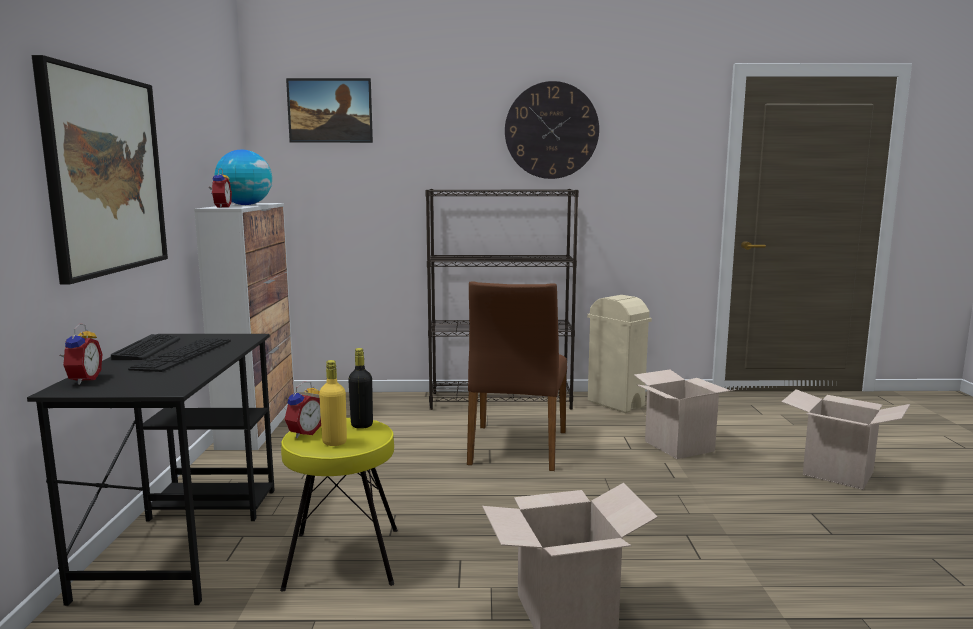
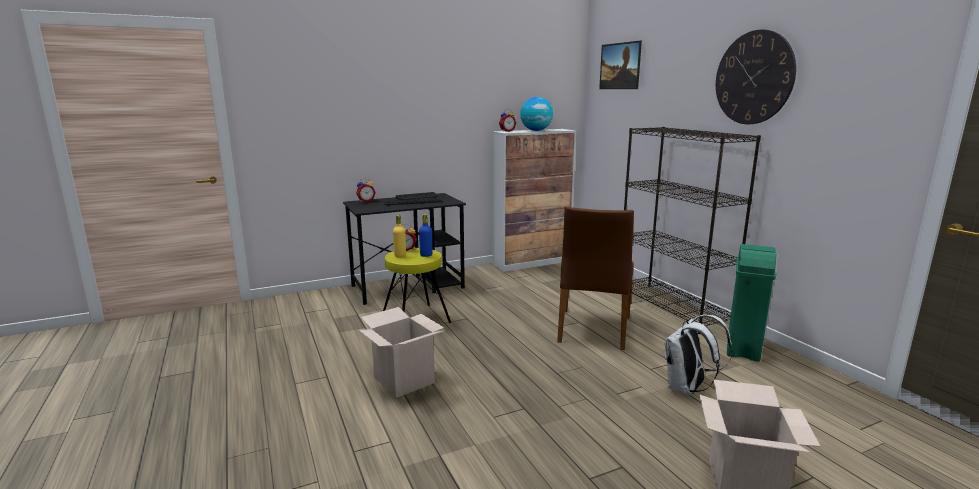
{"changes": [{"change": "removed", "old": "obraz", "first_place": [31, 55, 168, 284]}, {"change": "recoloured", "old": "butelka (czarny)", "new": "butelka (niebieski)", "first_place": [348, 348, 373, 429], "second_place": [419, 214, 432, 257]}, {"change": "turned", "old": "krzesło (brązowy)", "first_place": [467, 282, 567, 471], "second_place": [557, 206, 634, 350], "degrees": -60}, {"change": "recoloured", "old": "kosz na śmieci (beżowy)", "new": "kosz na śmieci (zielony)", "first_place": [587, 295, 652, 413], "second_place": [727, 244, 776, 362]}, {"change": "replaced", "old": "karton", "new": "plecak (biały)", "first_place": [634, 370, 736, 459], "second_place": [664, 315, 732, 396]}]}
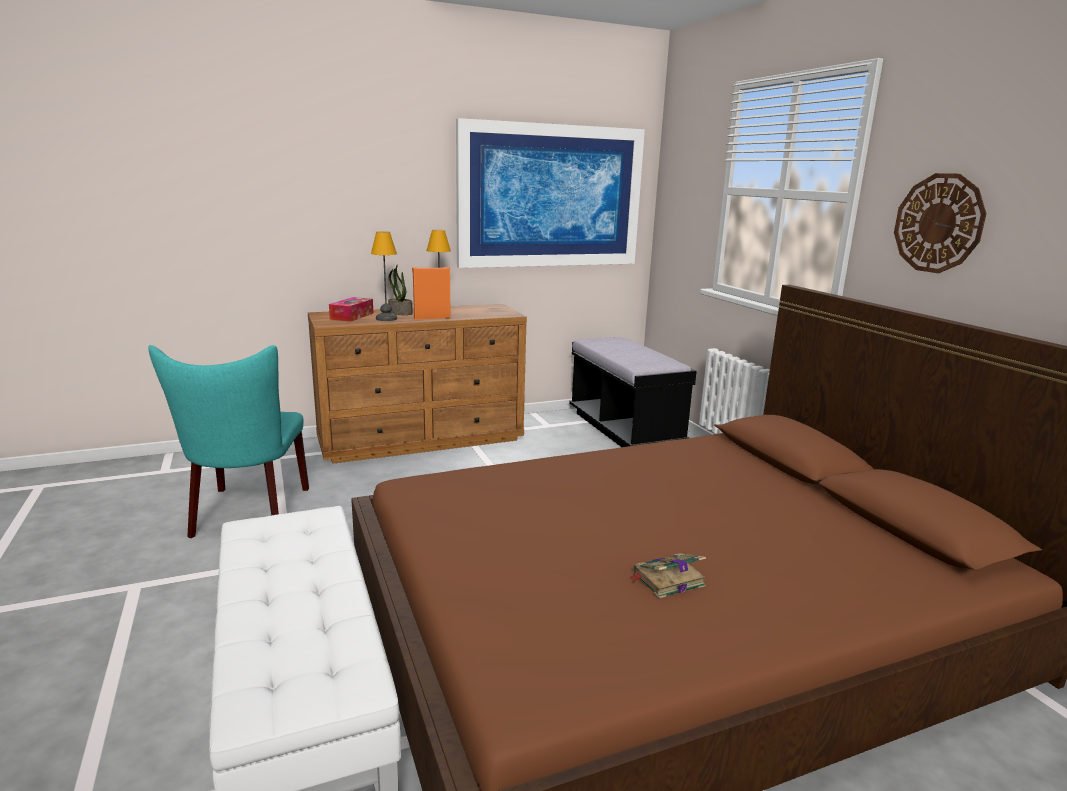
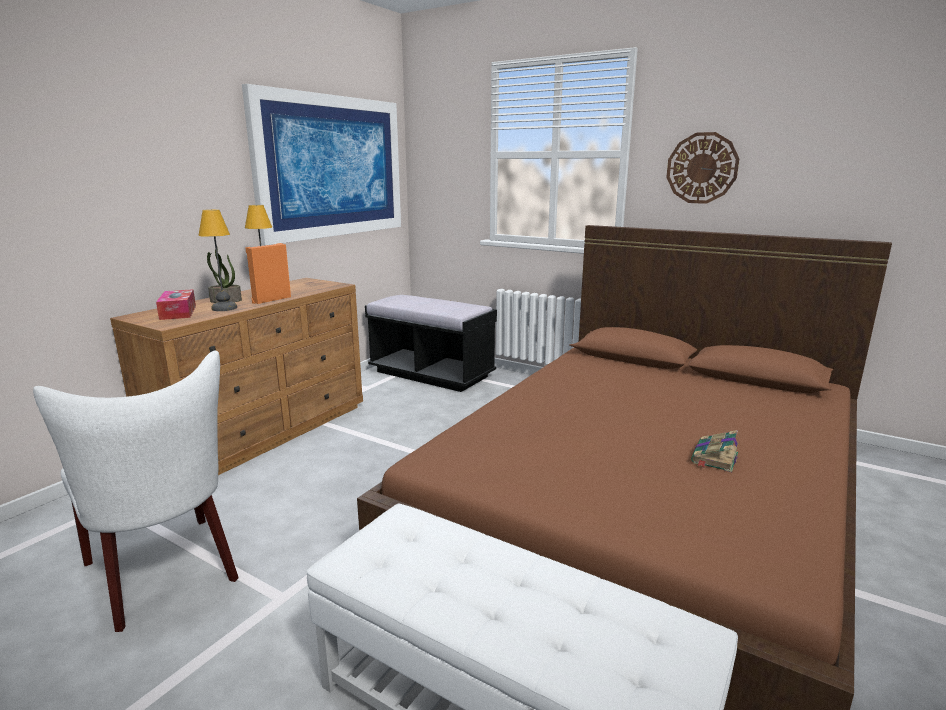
{"changes": [{"change": "recoloured", "old": "krzesło (turkusowy)", "new": "krzesło (biały)", "first_place": [148, 345, 309, 538], "second_place": [33, 351, 239, 632]}]}
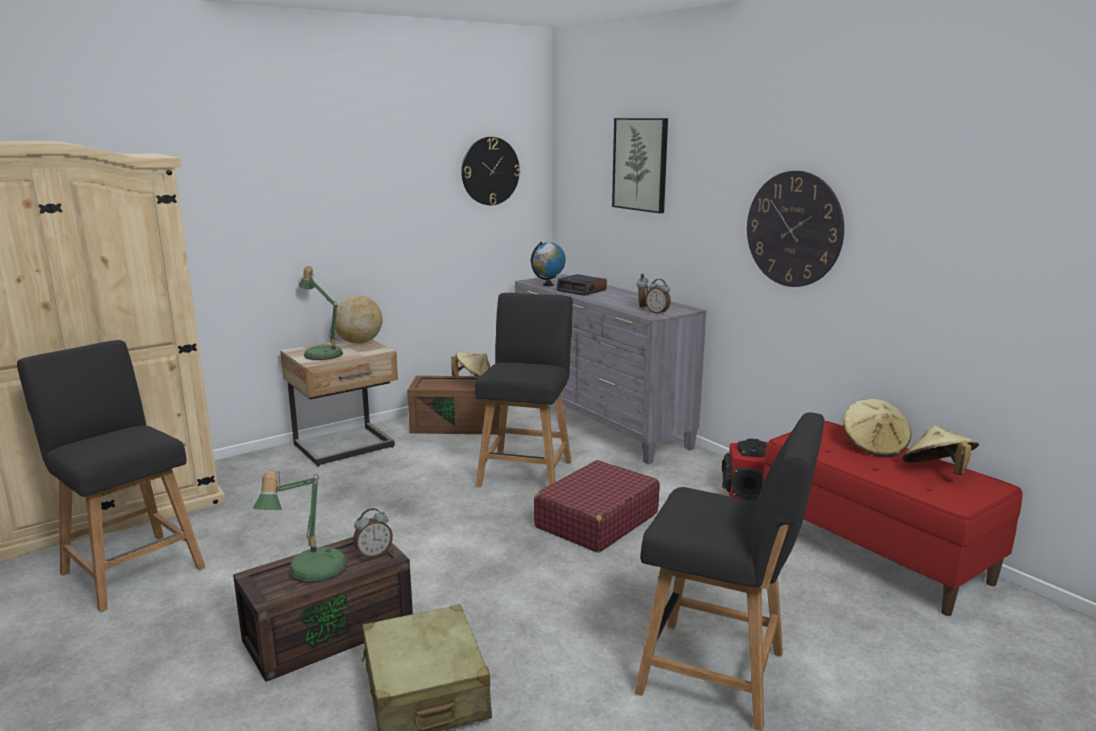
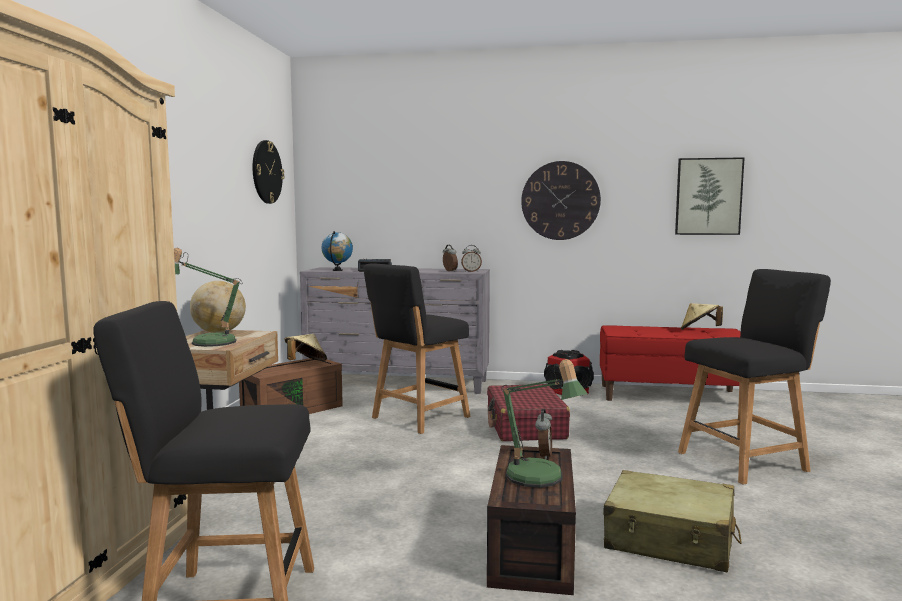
{"changes": [{"change": "turned", "old": "krzesło (czarny)", "first_place": [475, 293, 573, 487], "second_place": [364, 263, 470, 434], "degrees": -105}, {"change": "moved", "old": "obraz", "first_place": [612, 118, 668, 213], "second_place": [675, 157, 745, 235]}, {"change": "removed", "old": "kapelusz (beżowy)", "first_place": [843, 399, 911, 456]}]}
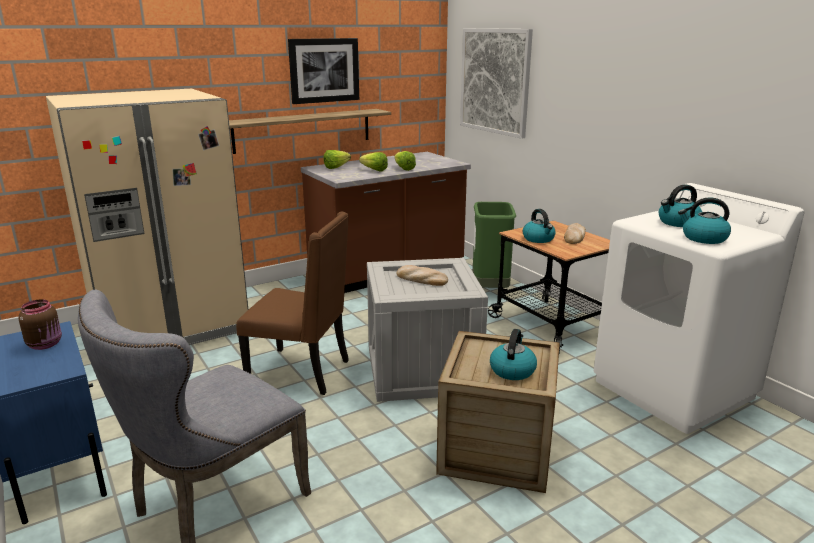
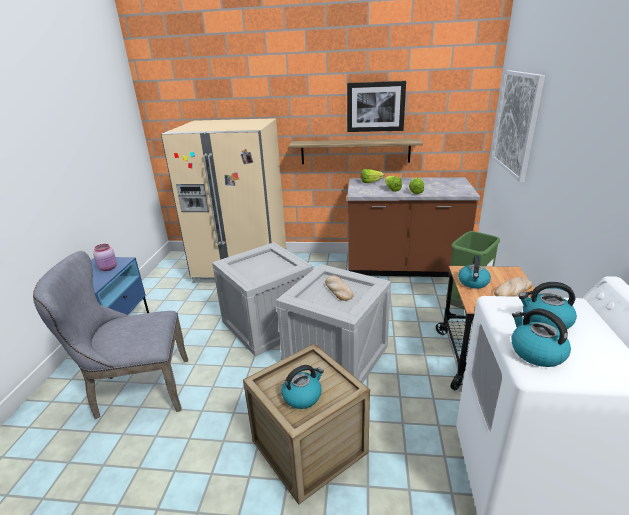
{"changes": [{"change": "recoloured", "old": "słoik (brązowy)", "new": "słoik (różowy)", "first_place": [19, 299, 62, 350], "second_place": [93, 244, 117, 271]}, {"change": "replaced", "old": "krzesło (brązowy)", "new": "skrzynka", "first_place": [236, 212, 349, 395], "second_place": [212, 242, 314, 357]}]}
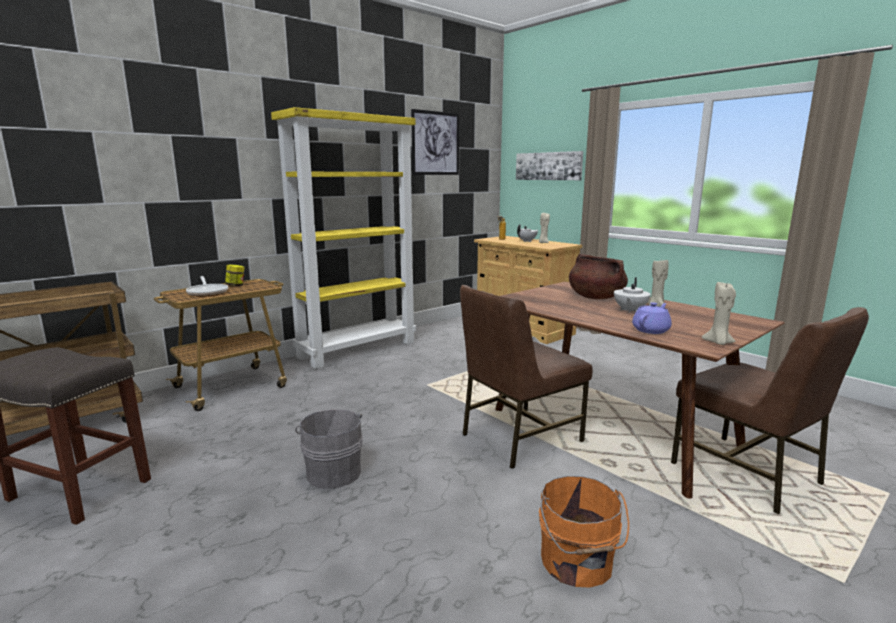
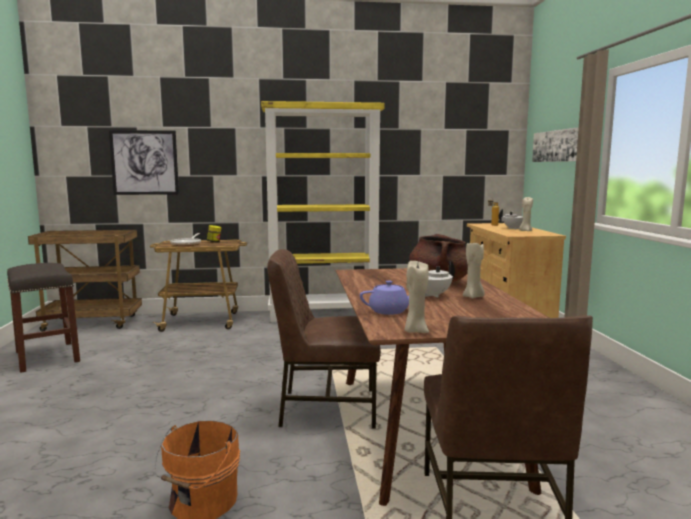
{"changes": [{"change": "removed", "old": "wiadro (szary)", "first_place": [295, 410, 363, 489]}, {"change": "moved", "old": "obraz", "first_place": [411, 109, 459, 175], "second_place": [109, 130, 179, 195]}]}
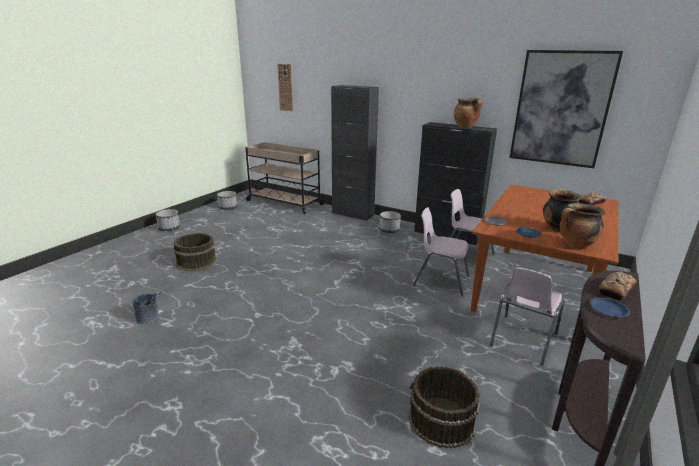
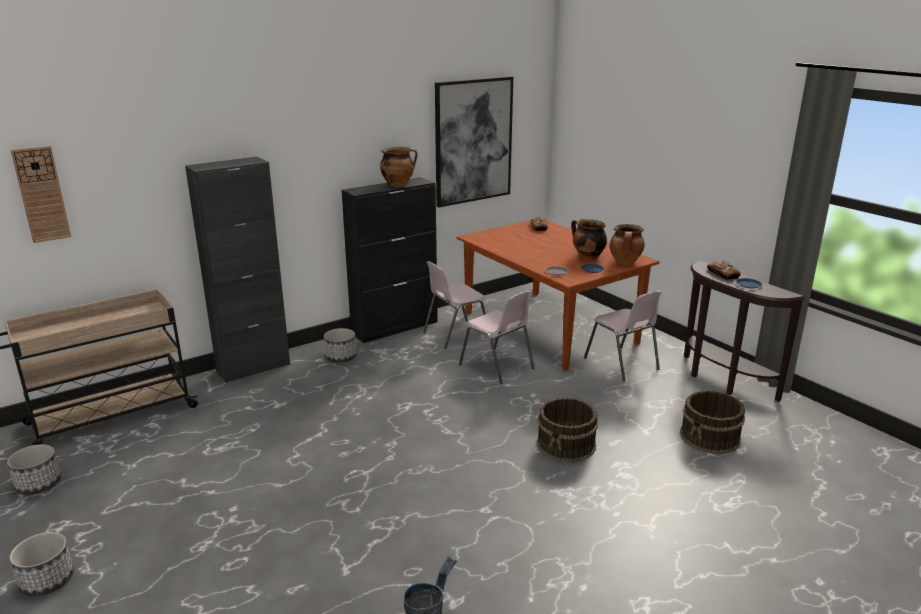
{"changes": [{"change": "moved", "old": "wiadro (brązowy)", "first_place": [174, 233, 217, 271], "second_place": [537, 397, 598, 462]}, {"change": "turned", "old": "krzesło (różowy)", "first_place": [413, 207, 469, 296], "second_place": [459, 291, 534, 384], "degrees": -90}]}
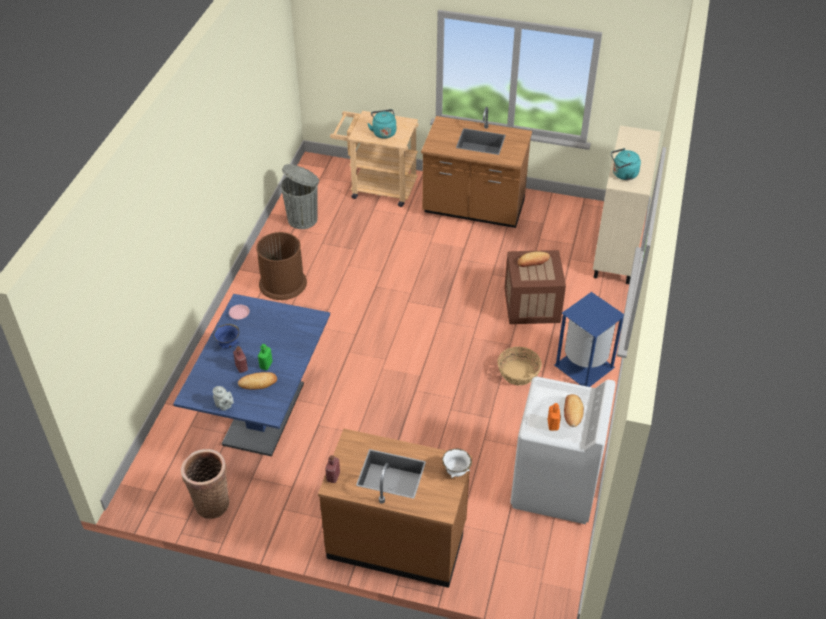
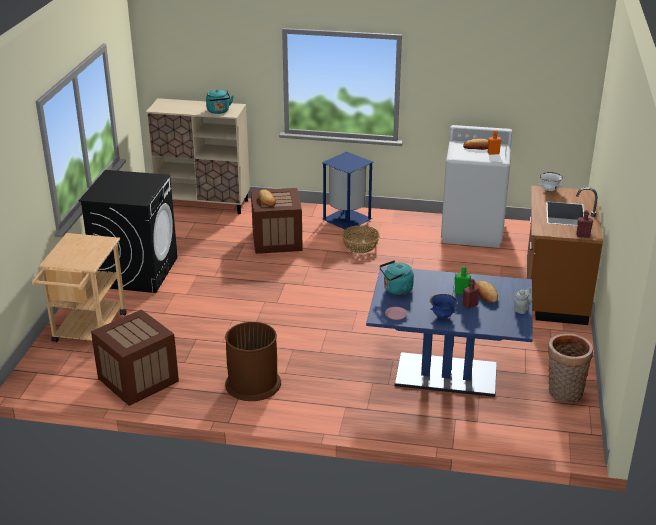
{"changes": [{"change": "replaced", "old": "kosz na śmieci (szary)", "new": "skrzynka", "first_place": [281, 164, 319, 229], "second_place": [91, 309, 179, 406]}, {"change": "moved", "old": "czajnik (turkusowy)", "first_place": [367, 109, 396, 139], "second_place": [379, 260, 414, 295]}, {"change": "replaced", "old": "zabudowa kuchenna (brązowy)", "new": "pralka (czarny)", "first_place": [421, 107, 532, 228], "second_place": [79, 170, 178, 293]}]}
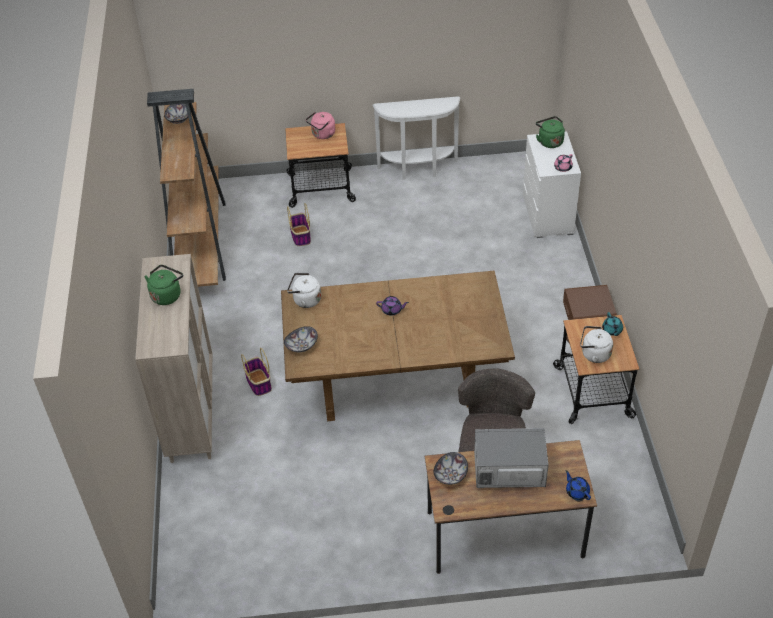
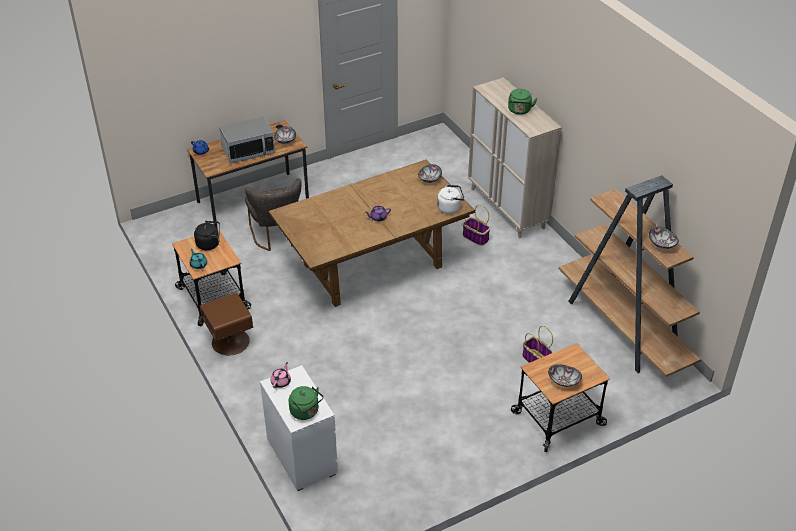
{"changes": [{"change": "replaced", "old": "czajnik (różowy)", "new": "miska", "first_place": [306, 112, 335, 139], "second_place": [548, 364, 582, 387]}, {"change": "removed", "old": "stolik konsolowy (biały)", "first_place": [372, 96, 460, 180]}, {"change": "recoloured", "old": "czajnik (biały)", "new": "czajnik (czarny)", "first_place": [580, 326, 613, 363], "second_place": [194, 221, 220, 250]}]}
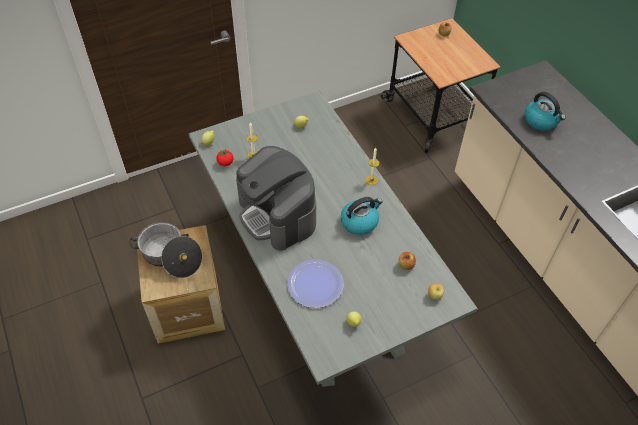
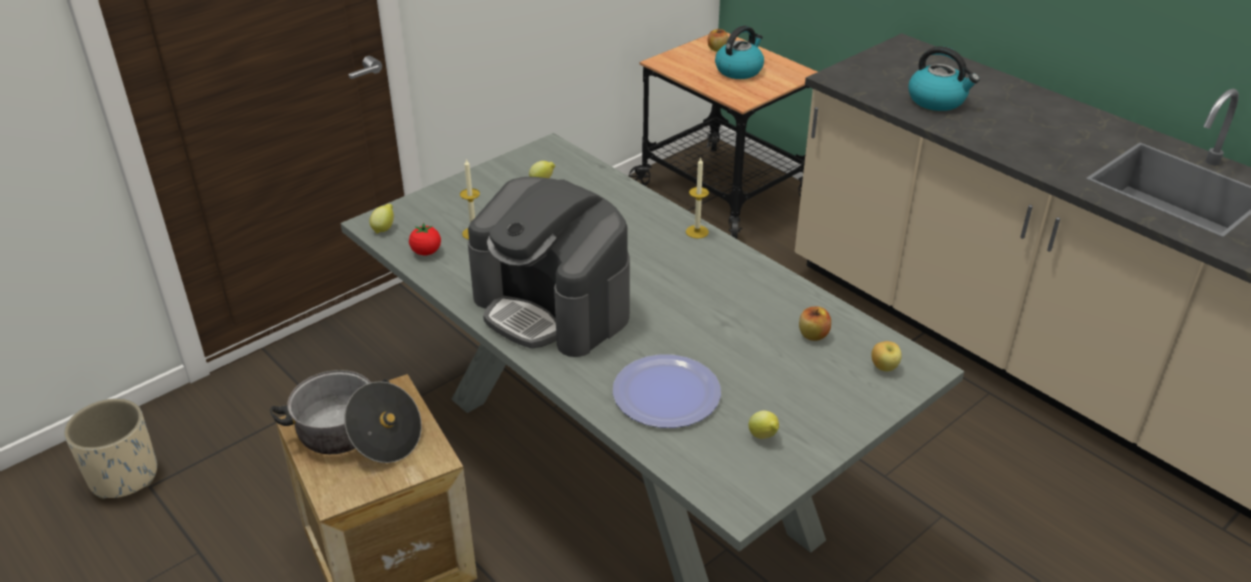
{"changes": [{"change": "moved", "old": "czajnik", "first_place": [341, 197, 383, 235], "second_place": [715, 25, 764, 79]}, {"change": "added", "new": "donica (beżowy)", "second_place": [64, 398, 157, 499]}]}
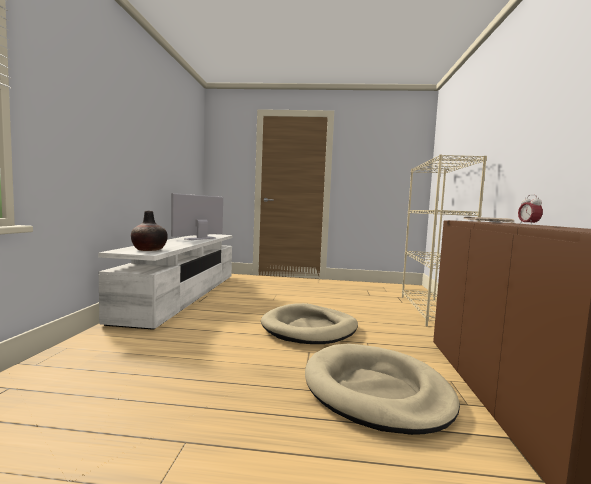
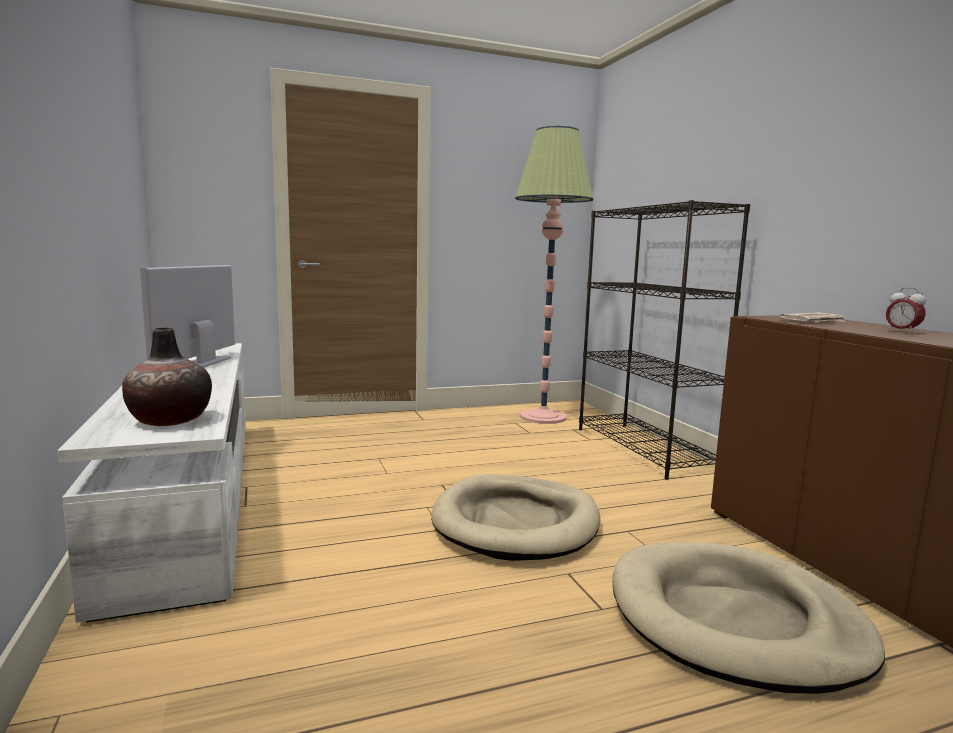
{"changes": [{"change": "recoloured", "old": "regał (beżowy)", "new": "regał (czarny)", "first_place": [402, 155, 487, 326], "second_place": [579, 200, 750, 480]}, {"change": "added", "new": "lampa stojąca", "second_place": [515, 126, 593, 424]}]}
